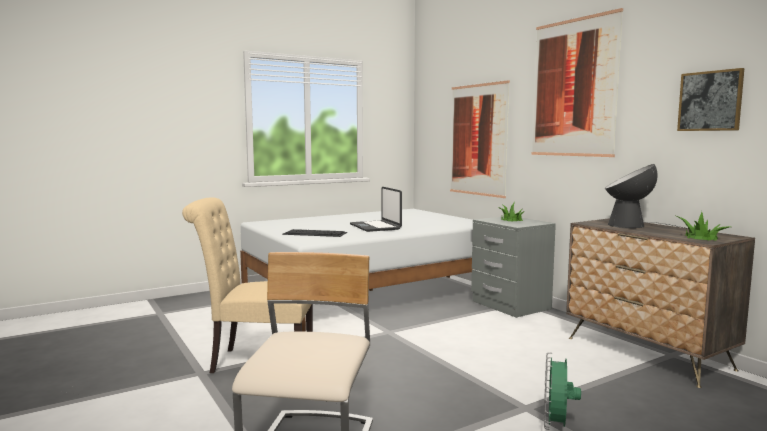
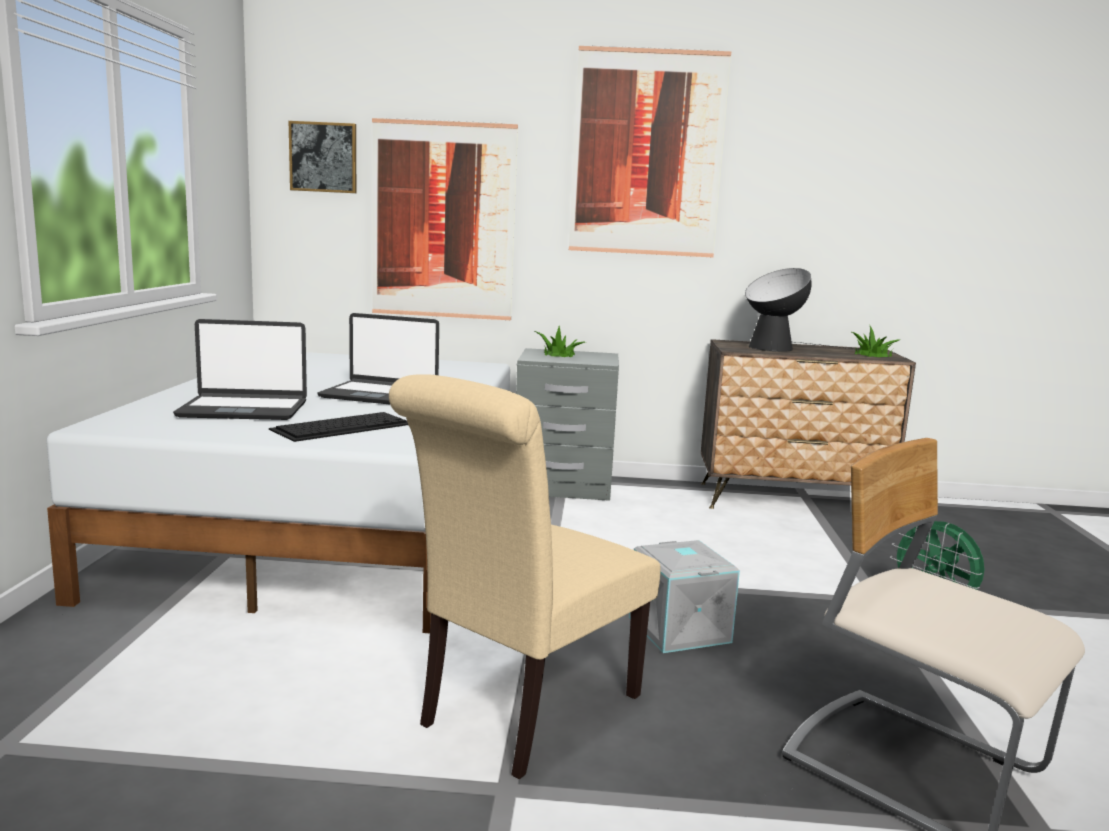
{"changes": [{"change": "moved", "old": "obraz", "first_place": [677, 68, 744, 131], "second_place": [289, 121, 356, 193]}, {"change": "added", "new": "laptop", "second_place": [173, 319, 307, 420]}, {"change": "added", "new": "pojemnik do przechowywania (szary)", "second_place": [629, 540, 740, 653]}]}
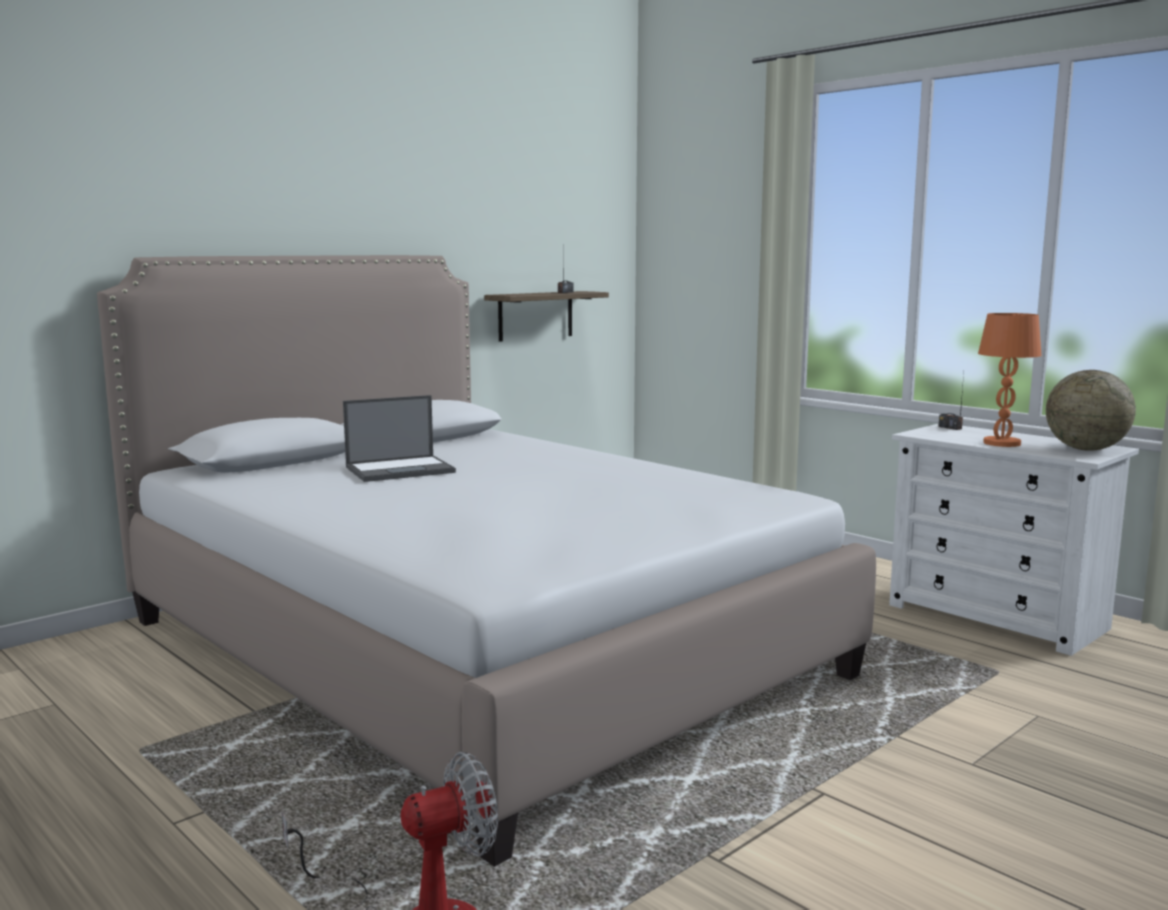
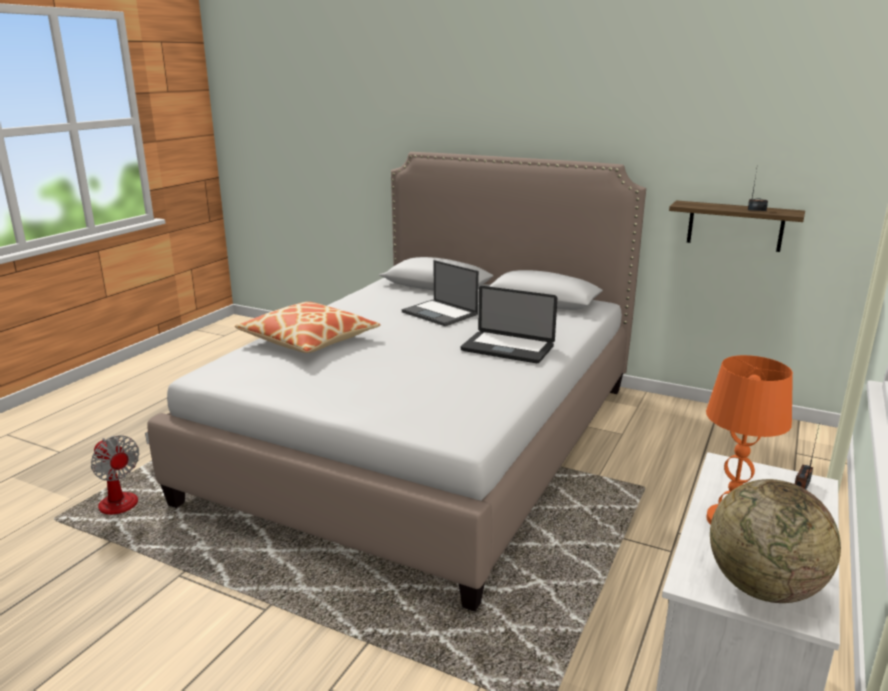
{"changes": [{"change": "added", "new": "poduszka", "second_place": [235, 302, 380, 353]}, {"change": "added", "new": "laptop", "second_place": [461, 286, 557, 363]}]}
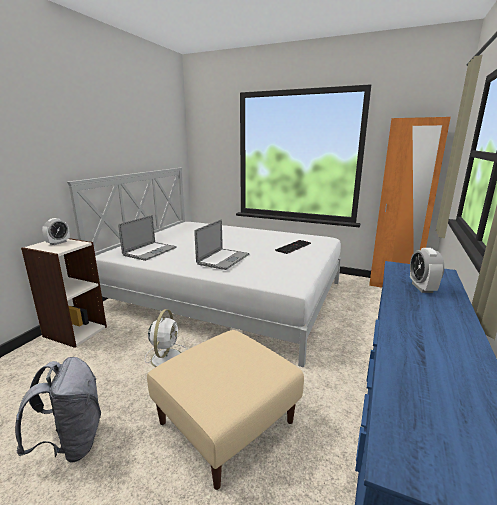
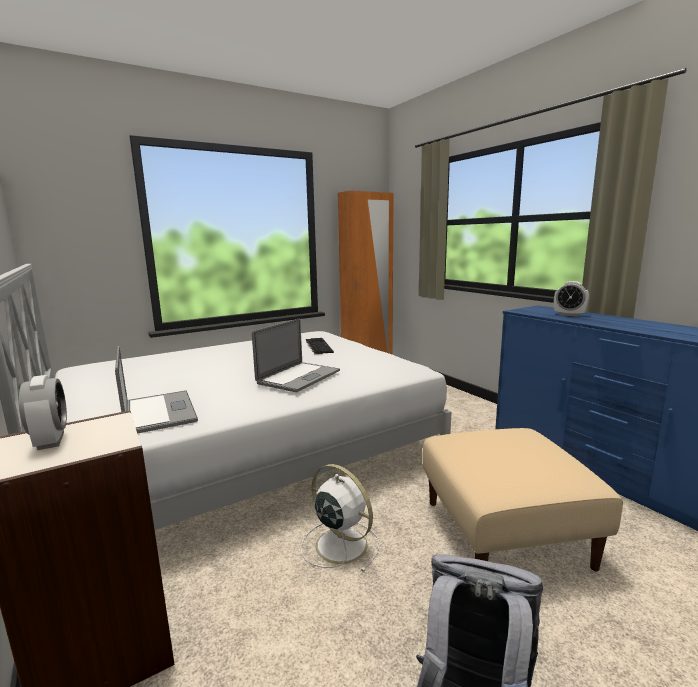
{"changes": [{"change": "turned", "old": "laptop", "first_place": [194, 219, 249, 270], "second_place": [252, 318, 340, 392], "degrees": 60}]}
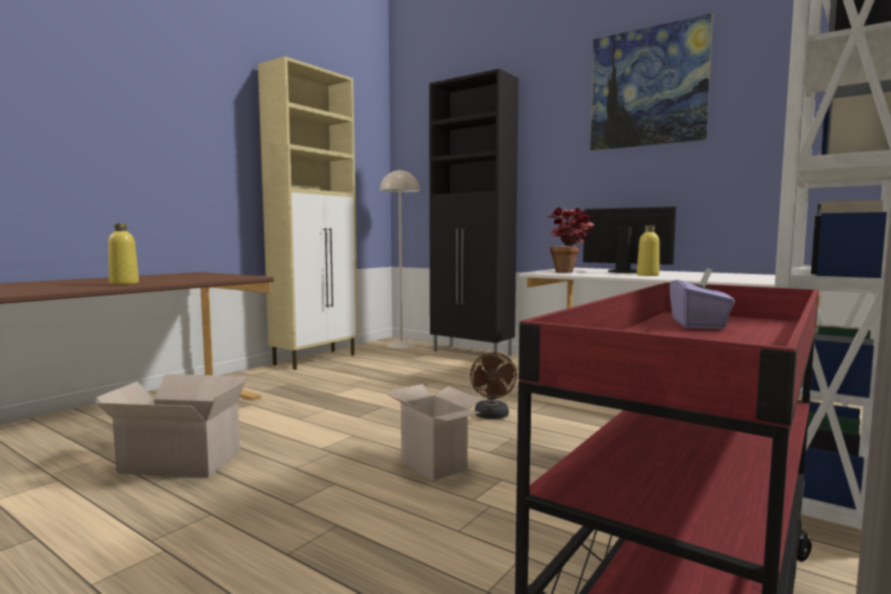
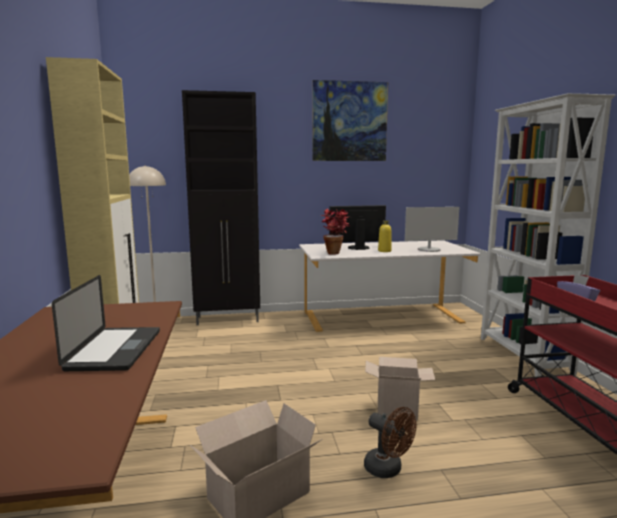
{"changes": [{"change": "replaced", "old": "butelka (żółty)", "new": "laptop", "first_place": [108, 223, 139, 285], "second_place": [52, 275, 160, 371]}, {"change": "moved", "old": "wentylator (brązowy)", "first_place": [470, 352, 517, 419], "second_place": [364, 407, 416, 478]}, {"change": "added", "new": "monitor", "second_place": [405, 207, 459, 252]}]}
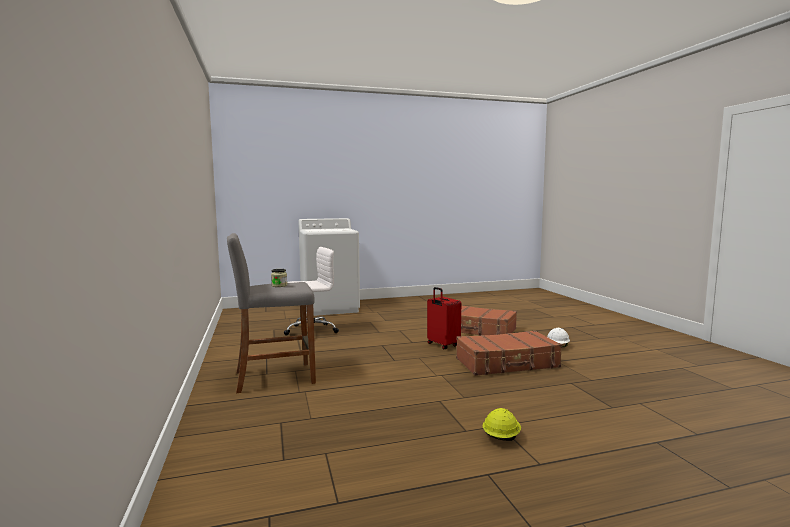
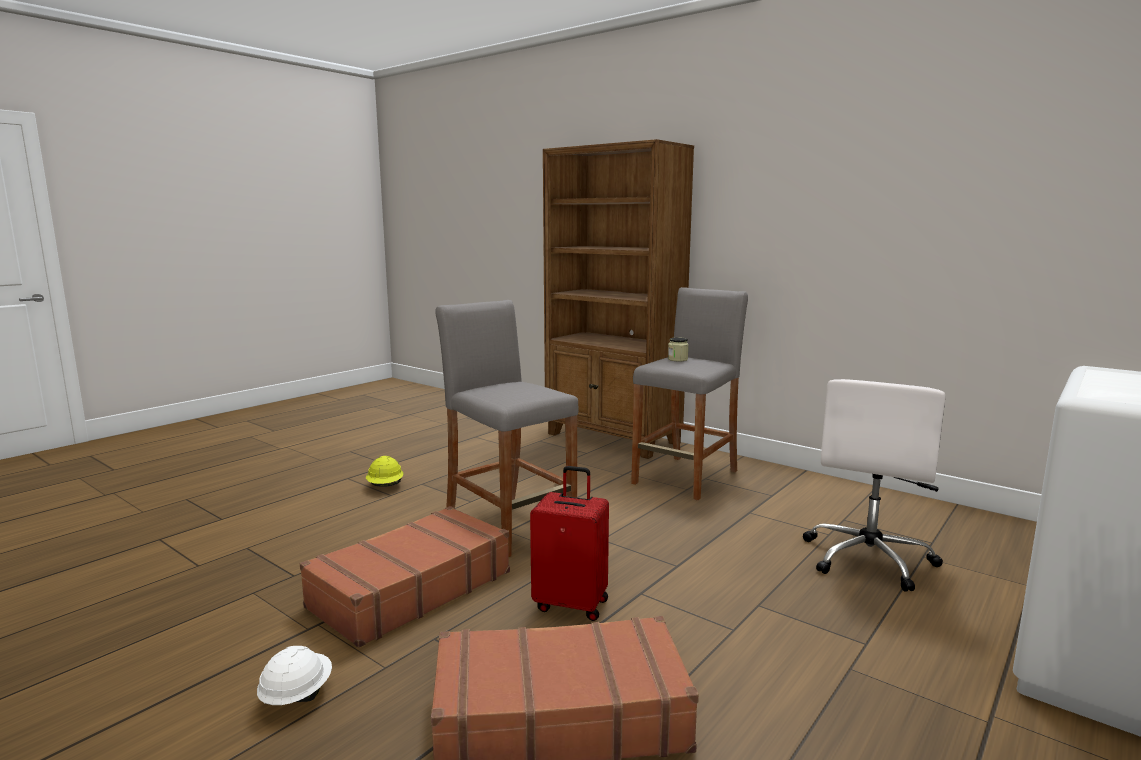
{"changes": [{"change": "added", "new": "stołek (szary)", "second_place": [435, 300, 579, 557]}, {"change": "added", "new": "regał (brązowy)", "second_place": [543, 139, 694, 459]}]}
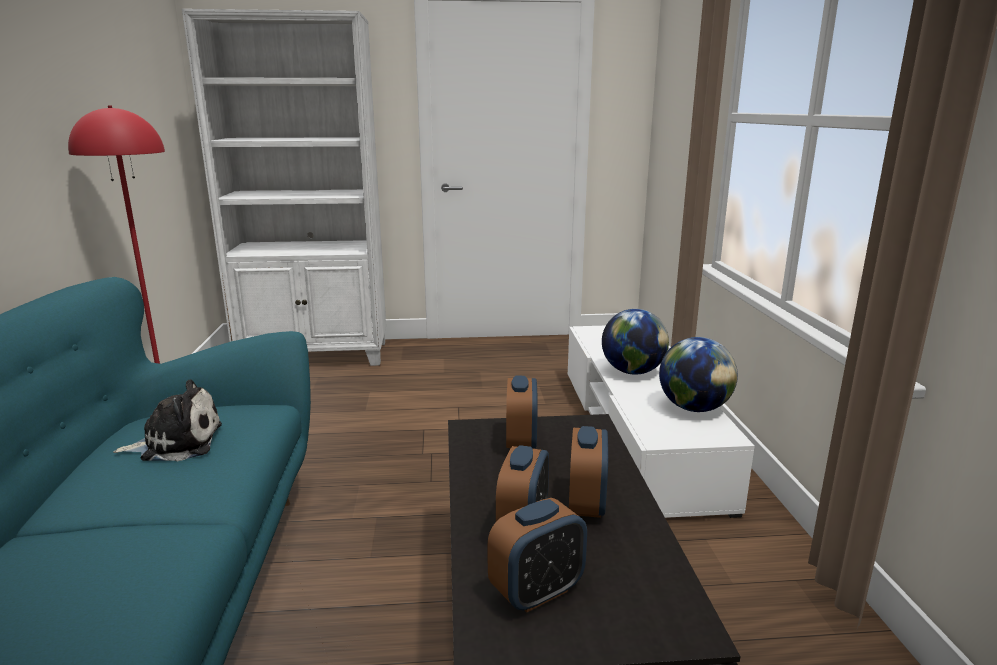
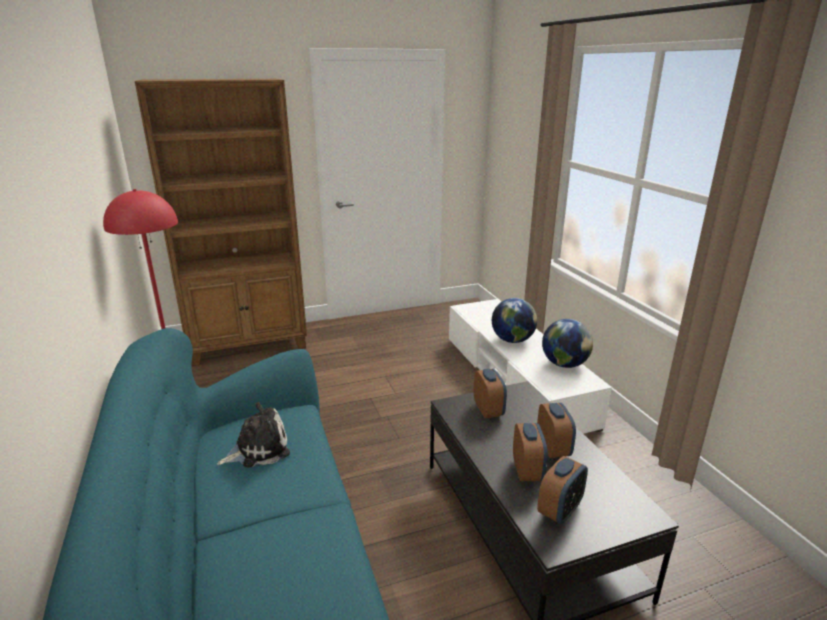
{"changes": [{"change": "recoloured", "old": "regał (biały)", "new": "regał (brązowy)", "first_place": [182, 9, 386, 366], "second_place": [135, 79, 307, 366]}]}
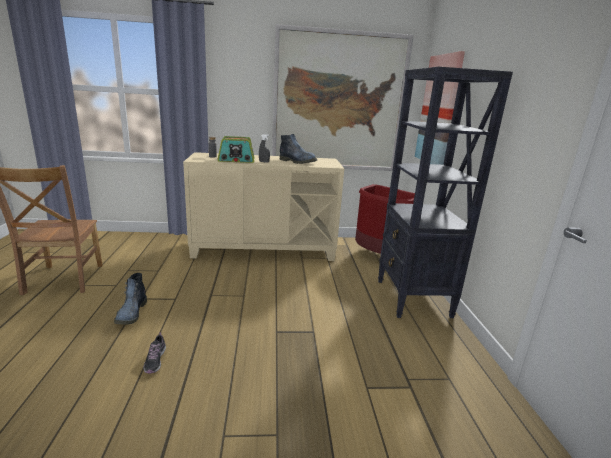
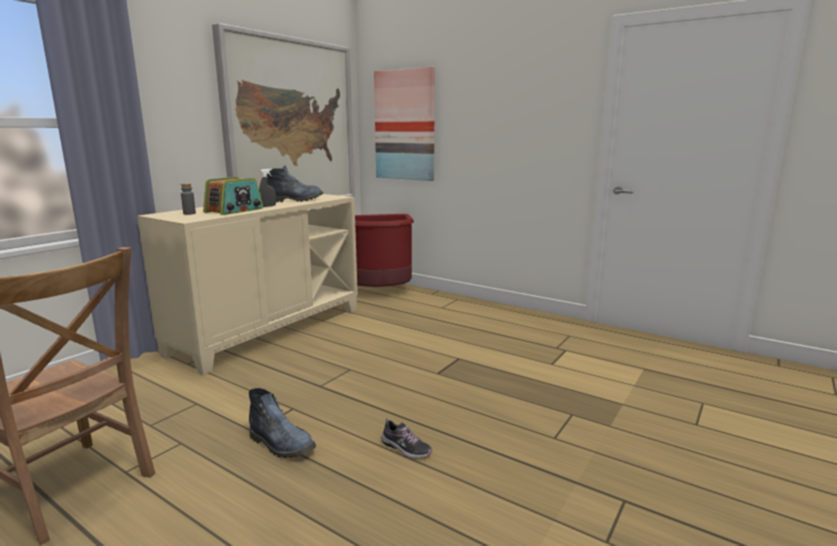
{"changes": [{"change": "removed", "old": "regał (czarny)", "first_place": [378, 67, 513, 318]}]}
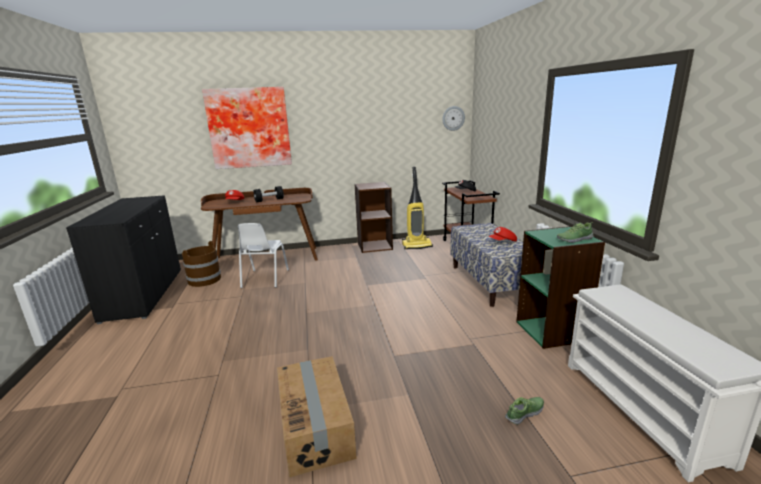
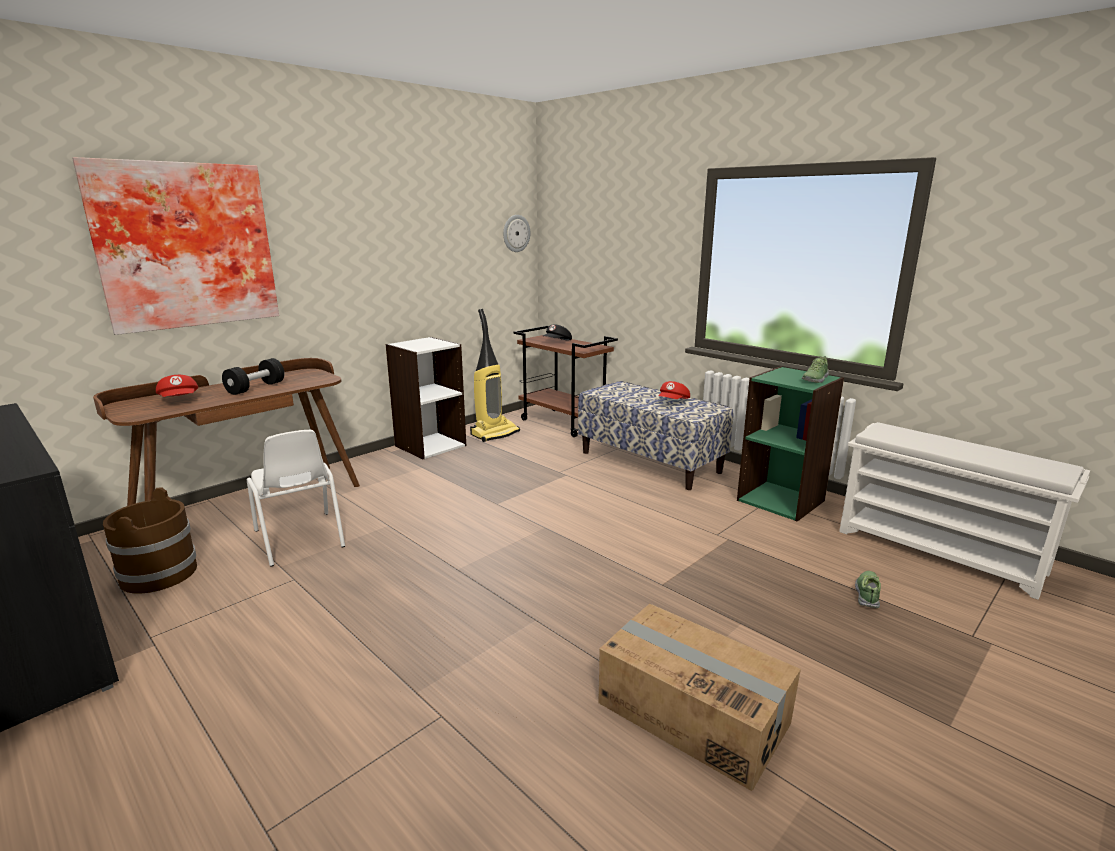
{"changes": [{"change": "recoloured", "old": "regał (brązowy)", "new": "regał (biały)", "first_place": [354, 182, 393, 253], "second_place": [386, 337, 466, 459]}]}
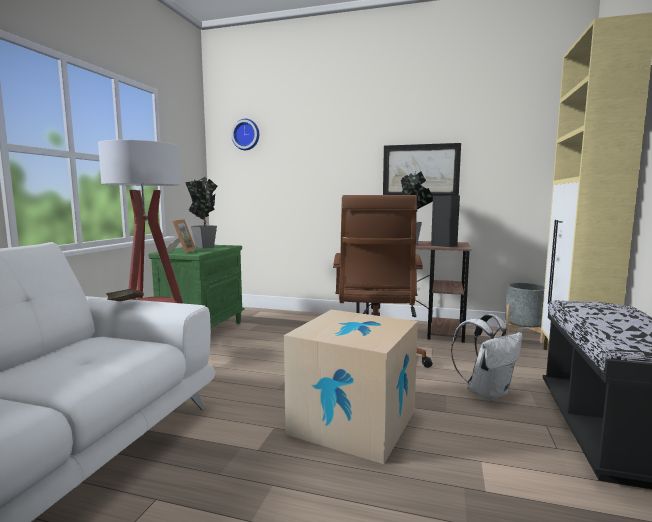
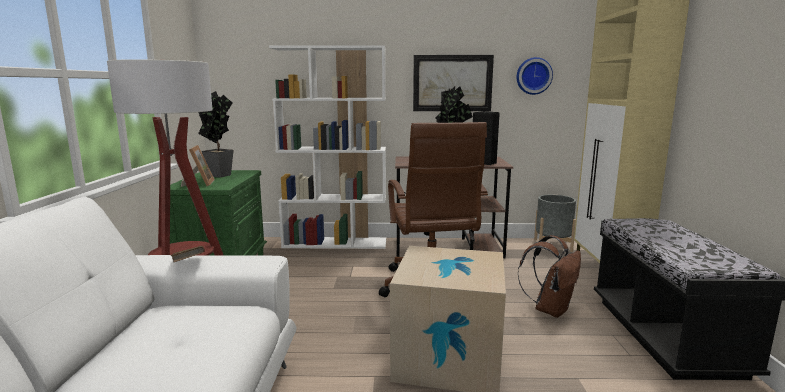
{"changes": [{"change": "moved", "old": "zegar ścienny", "first_place": [231, 119, 259, 150], "second_place": [516, 57, 553, 95]}, {"change": "recoloured", "old": "plecak (biały)", "new": "plecak (brązowy)", "first_place": [451, 314, 523, 401], "second_place": [518, 235, 581, 318]}, {"change": "added", "new": "regał (biały)", "second_place": [269, 45, 386, 249]}]}
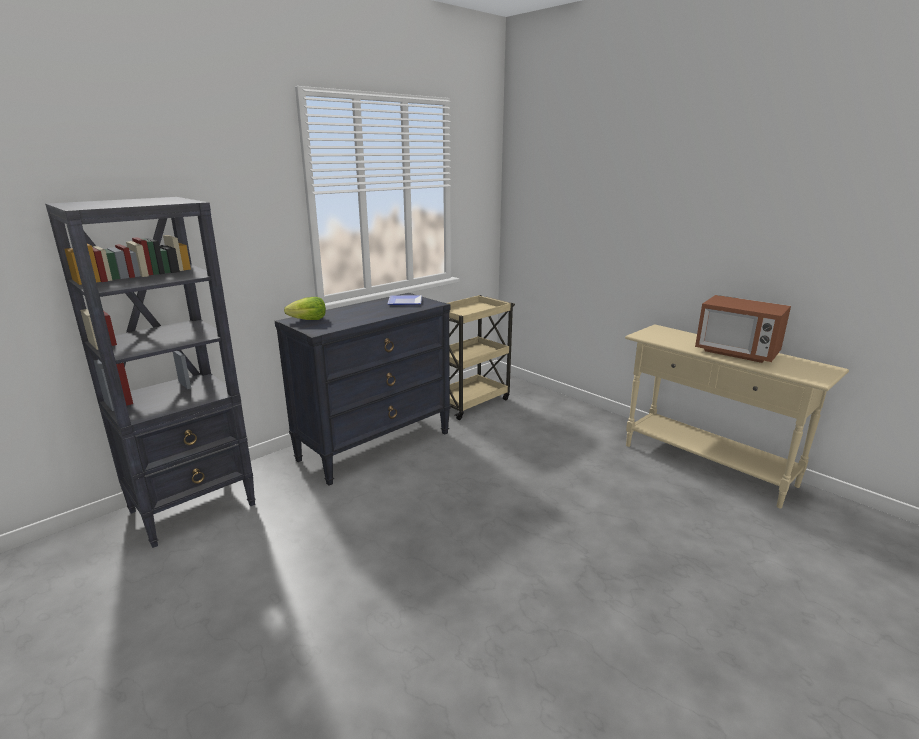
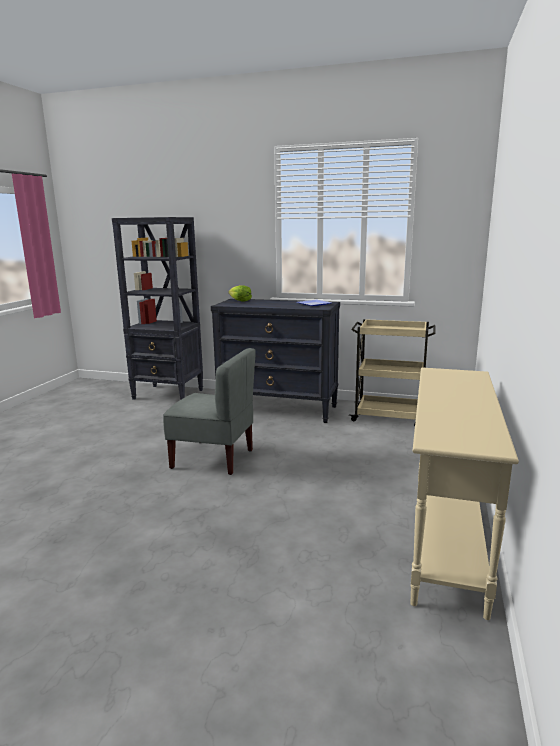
{"changes": [{"change": "removed", "old": "mikrofalówka", "first_place": [695, 295, 791, 363]}, {"change": "added", "new": "krzesło (szary)", "second_place": [163, 348, 256, 475]}]}
